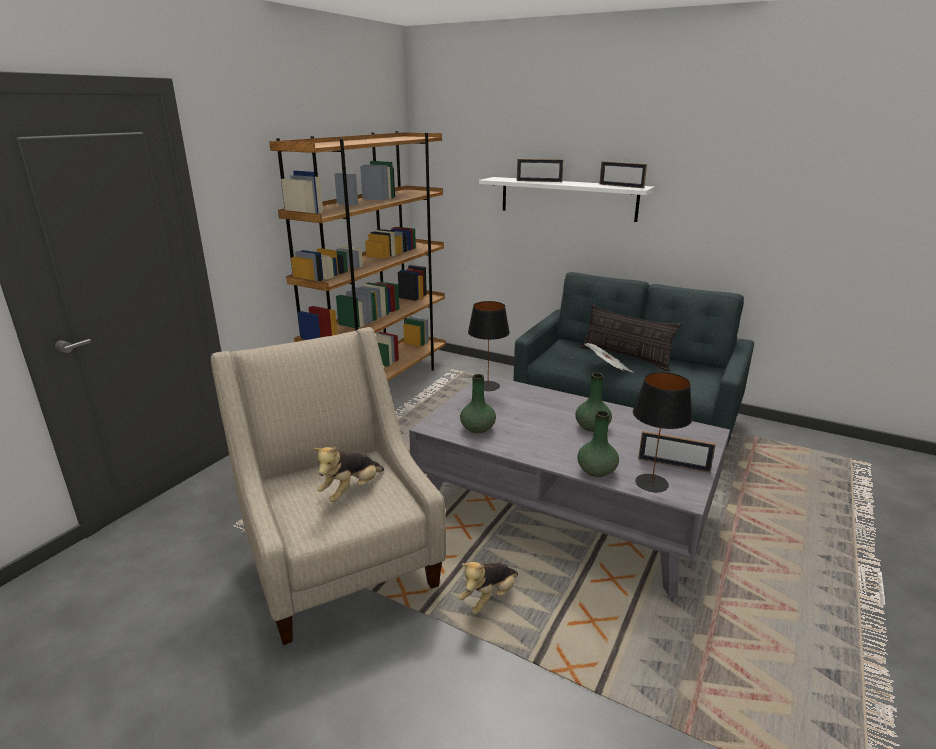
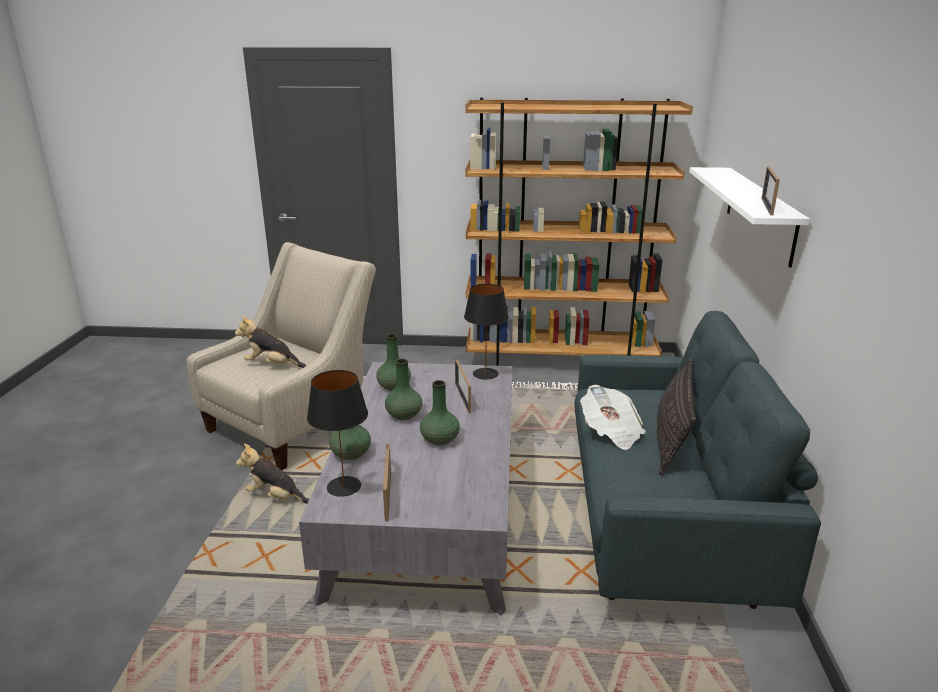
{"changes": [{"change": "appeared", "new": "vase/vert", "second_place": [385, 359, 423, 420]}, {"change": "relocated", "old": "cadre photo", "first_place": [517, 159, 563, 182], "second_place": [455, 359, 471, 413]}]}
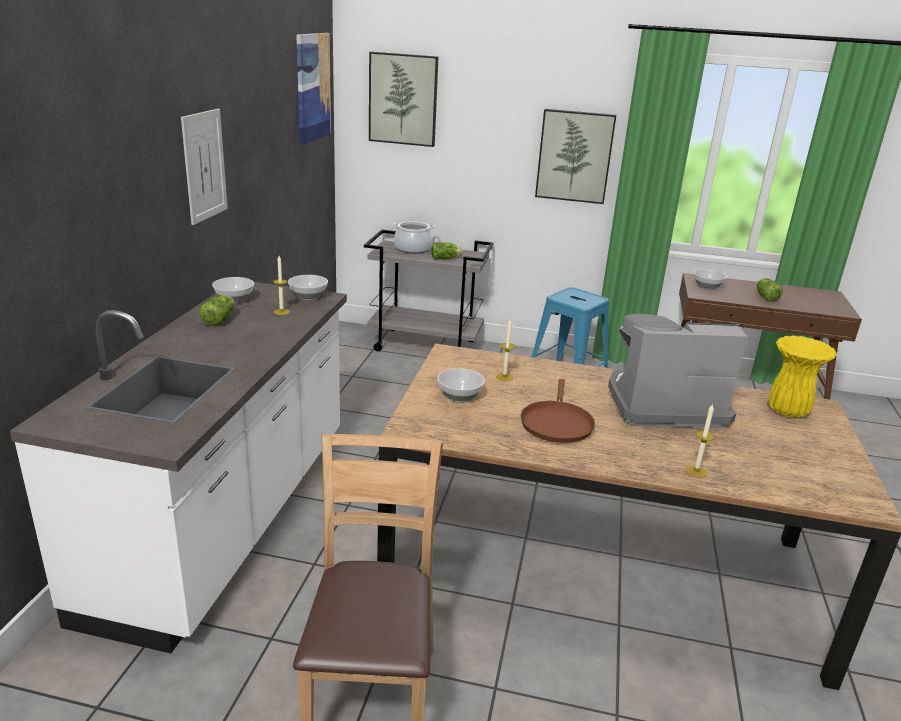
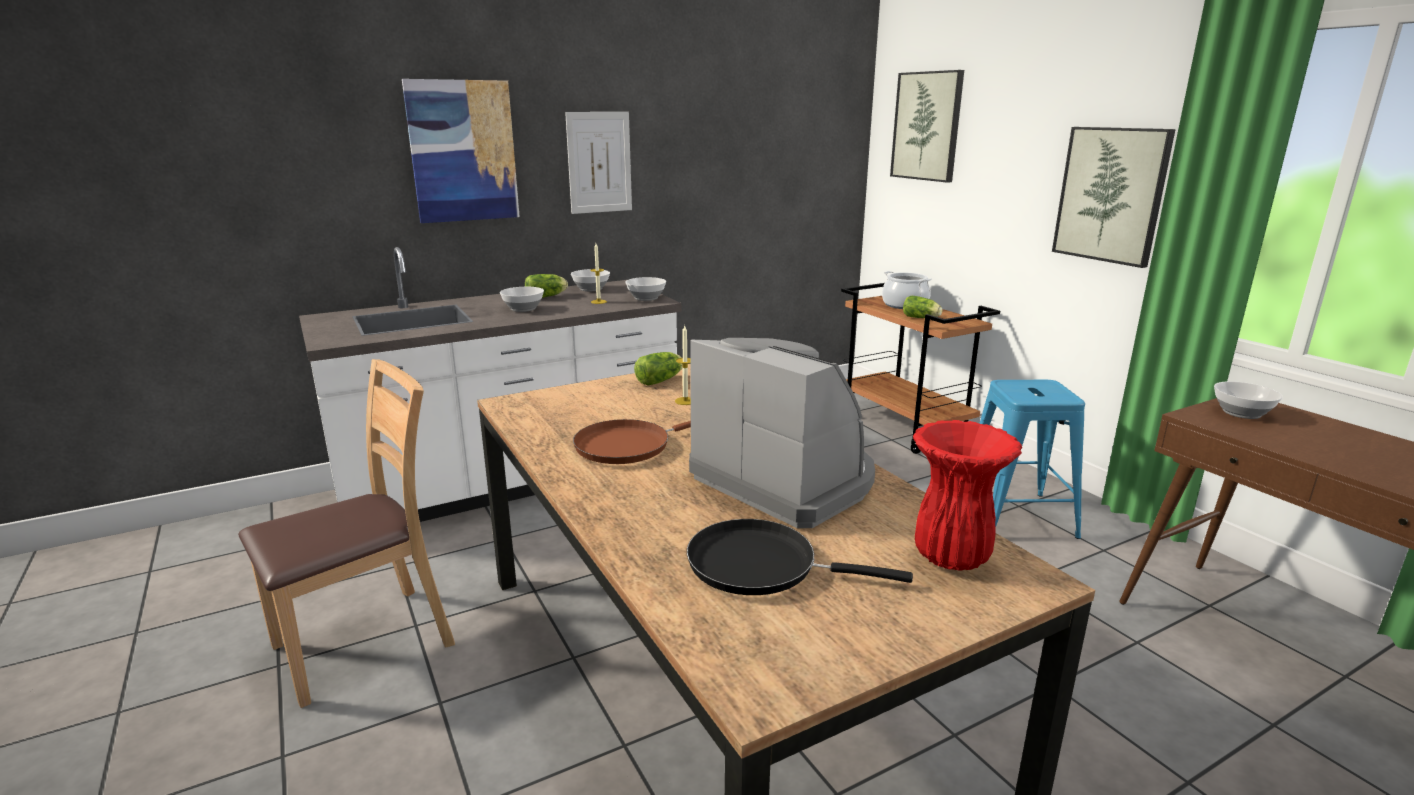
{"changes": [{"change": "missing", "old": "bougie", "first_place": [686, 403, 714, 478]}, {"change": "appeared", "new": "poêle/noir", "second_place": [687, 519, 913, 595]}, {"change": "relocated", "old": "tableau", "first_place": [296, 33, 331, 145], "second_place": [402, 79, 520, 223]}, {"change": "relocated", "old": "bol", "first_place": [437, 368, 485, 403], "second_place": [500, 287, 544, 312]}, {"change": "relocated", "old": "laitue", "first_place": [757, 278, 783, 302], "second_place": [634, 352, 682, 386]}, {"change": "colour", "old": "chariot/gris", "new": "chariot/marron", "first_place": [364, 230, 494, 351], "second_place": [841, 283, 1000, 454]}, {"change": "colour", "old": "vase/jaune", "new": "vase/rouge", "first_place": [768, 336, 837, 417], "second_place": [913, 420, 1022, 570]}]}
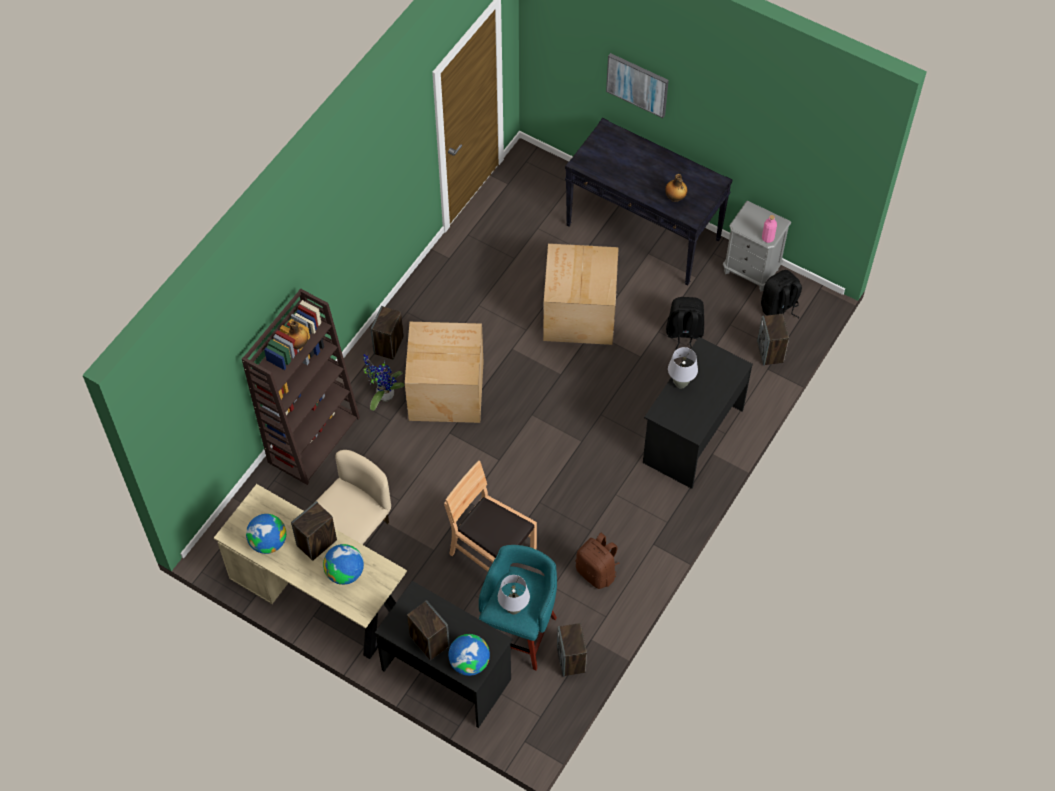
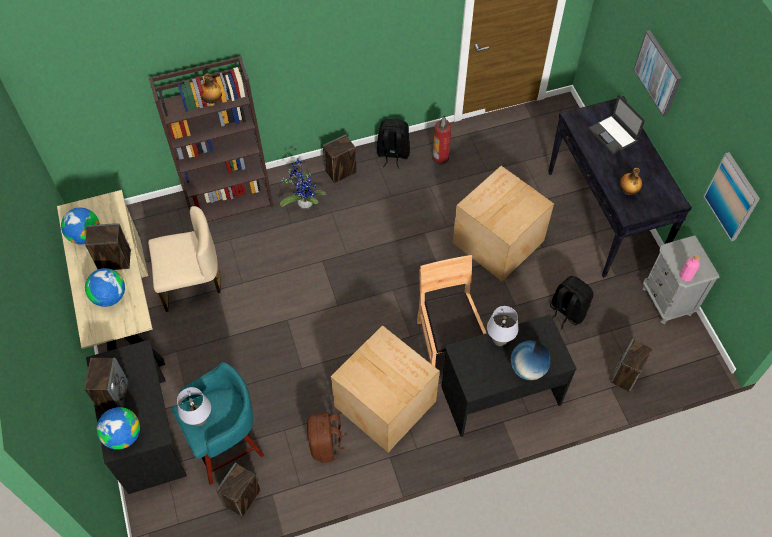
{"changes": [{"change": "appeared", "new": "extincteur", "second_place": [432, 116, 452, 165]}, {"change": "appeared", "new": "globe", "second_place": [510, 340, 551, 380]}, {"change": "appeared", "new": "ordinateur portable", "second_place": [588, 94, 645, 154]}, {"change": "appeared", "new": "tableau", "second_place": [703, 152, 760, 241]}, {"change": "relocated", "old": "carton", "first_place": [405, 322, 483, 423], "second_place": [331, 325, 440, 452]}, {"change": "relocated", "old": "chaise/marron", "first_place": [444, 460, 537, 571], "second_place": [417, 255, 486, 367]}, {"change": "relocated", "old": "sac à dos/noir", "first_place": [761, 270, 802, 318], "second_place": [377, 119, 410, 169]}]}
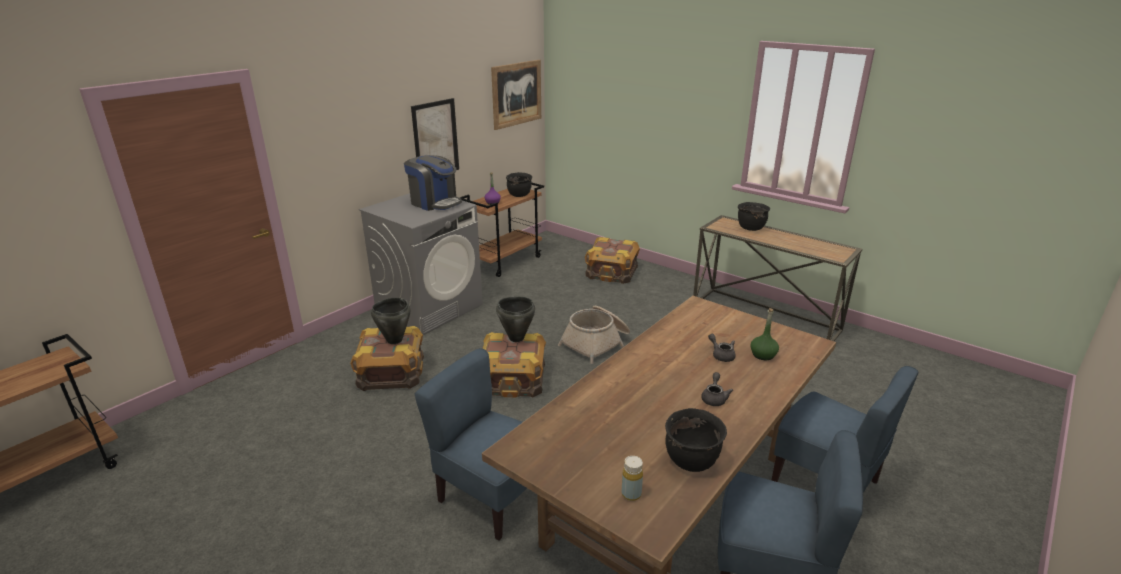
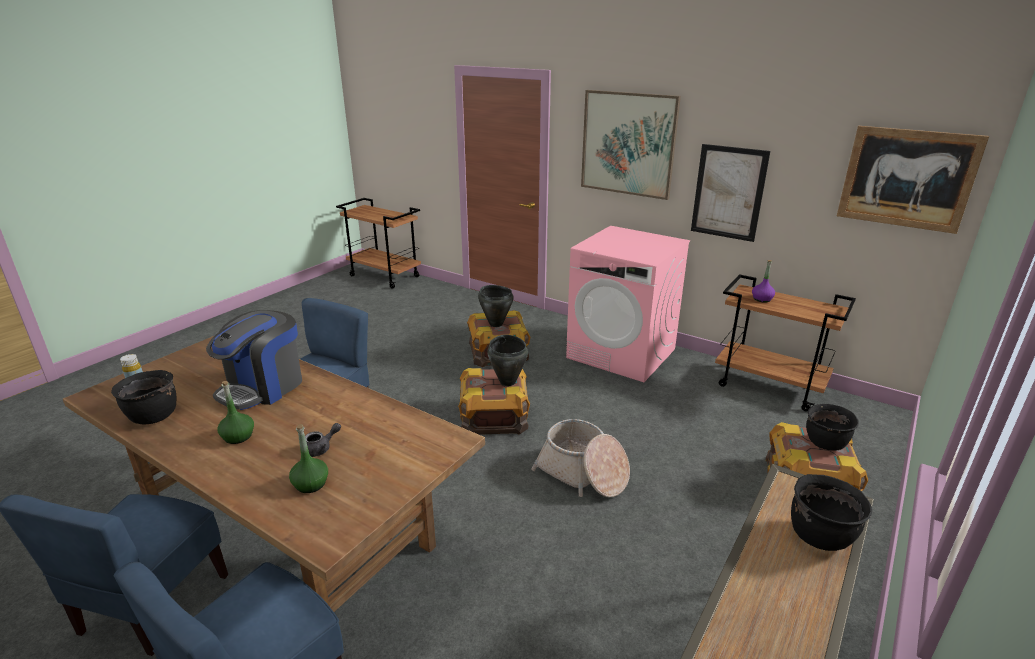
{"changes": [{"change": "appeared", "new": "tableau", "second_place": [581, 90, 681, 200]}, {"change": "relocated", "old": "machine à café", "first_place": [404, 155, 462, 211], "second_place": [206, 310, 302, 410]}, {"change": "relocated", "old": "marmite/noir", "first_place": [506, 172, 532, 197], "second_place": [806, 404, 859, 451]}, {"change": "exchanged", "old": "théière/gris", "new": "bouteille/vert", "first_place": [701, 372, 733, 406], "second_place": [217, 381, 254, 444]}, {"change": "colour", "old": "lave-linge/gris", "new": "lave-linge/rose", "first_place": [359, 193, 483, 335], "second_place": [566, 226, 690, 382]}]}
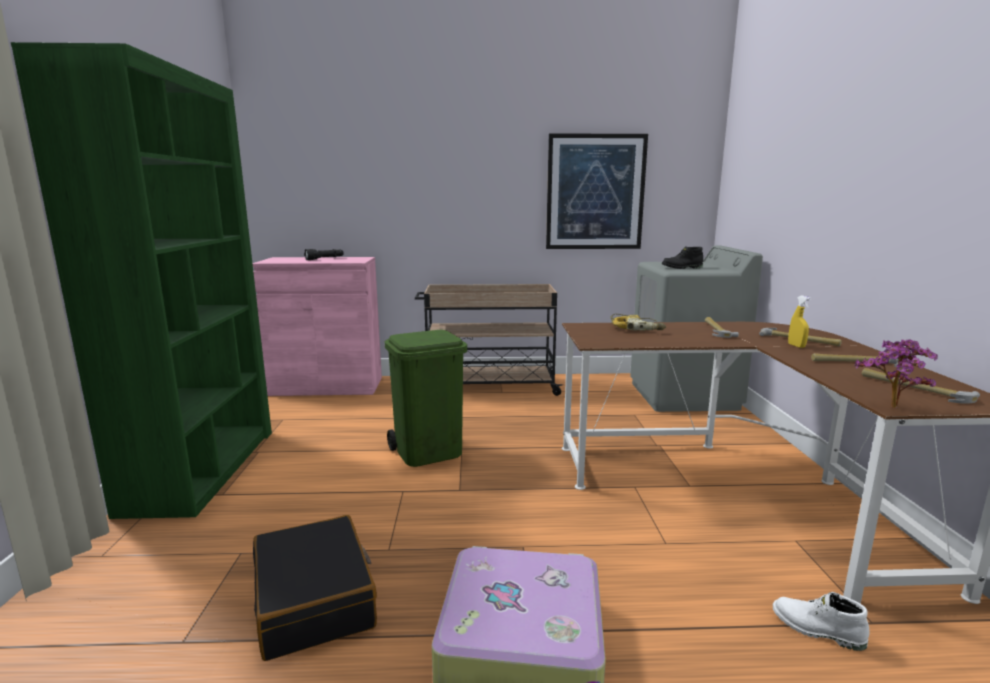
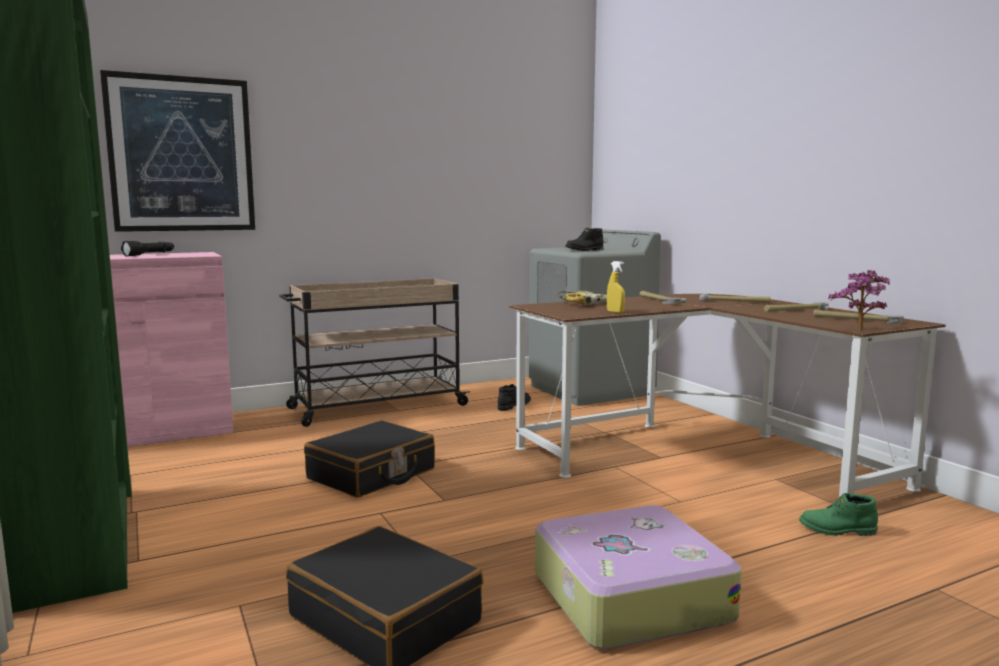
{"changes": [{"change": "appeared", "new": "botte/noir", "second_place": [497, 384, 531, 411]}, {"change": "relocated", "old": "tableau", "first_place": [546, 133, 648, 249], "second_place": [100, 70, 255, 232]}, {"change": "relocated", "old": "vaporisateur/jaune", "first_place": [788, 295, 811, 348], "second_place": [607, 261, 625, 313]}, {"change": "exchanged", "old": "poubelle/vert", "new": "valise/noir", "first_place": [384, 330, 467, 467], "second_place": [304, 421, 435, 498]}, {"change": "colour", "old": "botte/blanc", "new": "botte/vert", "first_place": [773, 592, 870, 651], "second_place": [799, 493, 878, 536]}]}
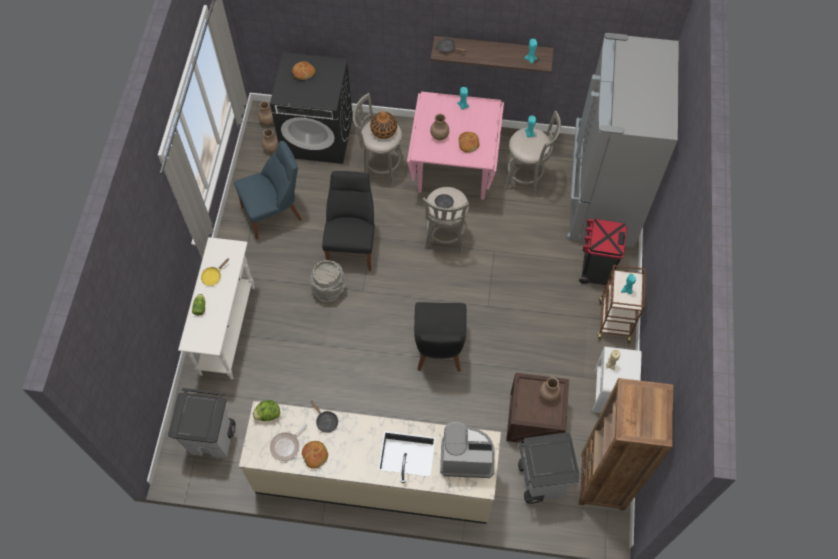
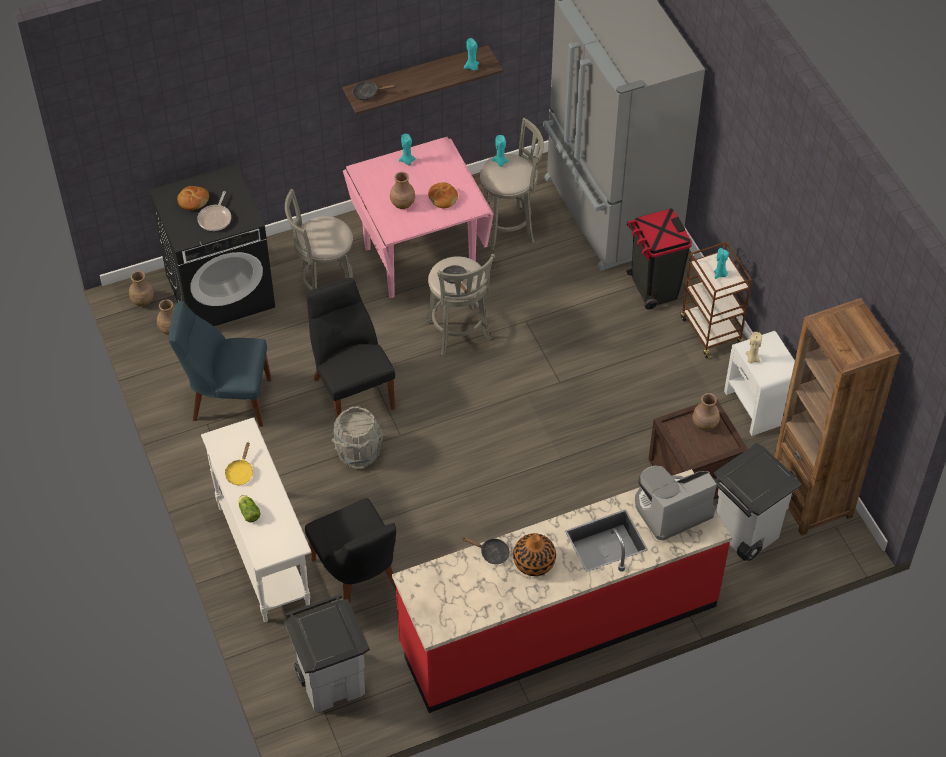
{"changes": [{"change": "missing", "old": "laitue", "first_place": [253, 400, 280, 421]}, {"change": "missing", "old": "pain", "first_place": [302, 441, 328, 469]}, {"change": "relocated", "old": "poêle", "first_place": [270, 424, 307, 461], "second_place": [197, 191, 231, 231]}, {"change": "relocated", "old": "vase", "first_place": [370, 111, 397, 139], "second_place": [513, 533, 556, 576]}, {"change": "relocated", "old": "chaise/noir", "first_place": [414, 302, 467, 372], "second_place": [305, 498, 396, 603]}, {"change": "colour", "old": "comptoir de cuisine/beige", "new": "comptoir de cuisine/rouge", "first_place": [239, 401, 501, 524], "second_place": [392, 469, 732, 713]}, {"change": "spun", "old": "chaise/bleu", "first_place": [234, 141, 302, 239], "second_place": [169, 301, 271, 427], "degrees": -120}]}
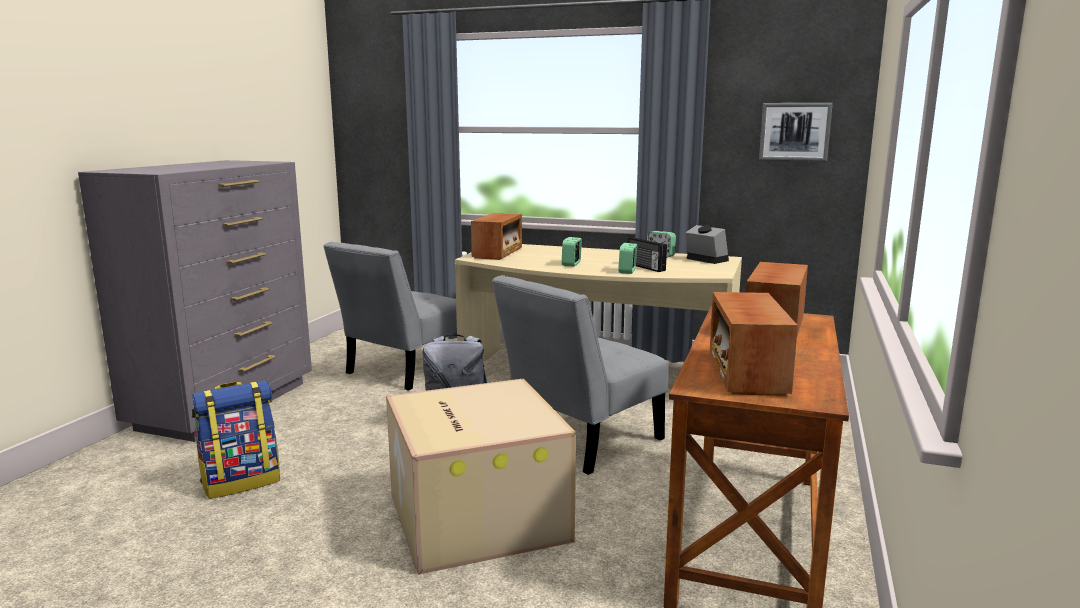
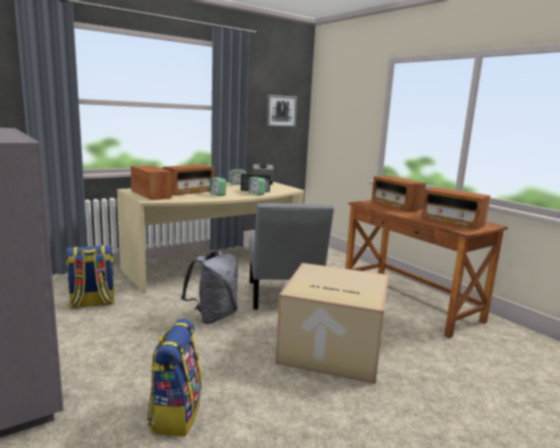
{"changes": [{"change": "appeared", "new": "radio", "second_place": [163, 164, 214, 195]}, {"change": "exchanged", "old": "chaise/gris", "new": "sac à dos", "first_place": [323, 242, 457, 391], "second_place": [66, 245, 115, 308]}]}
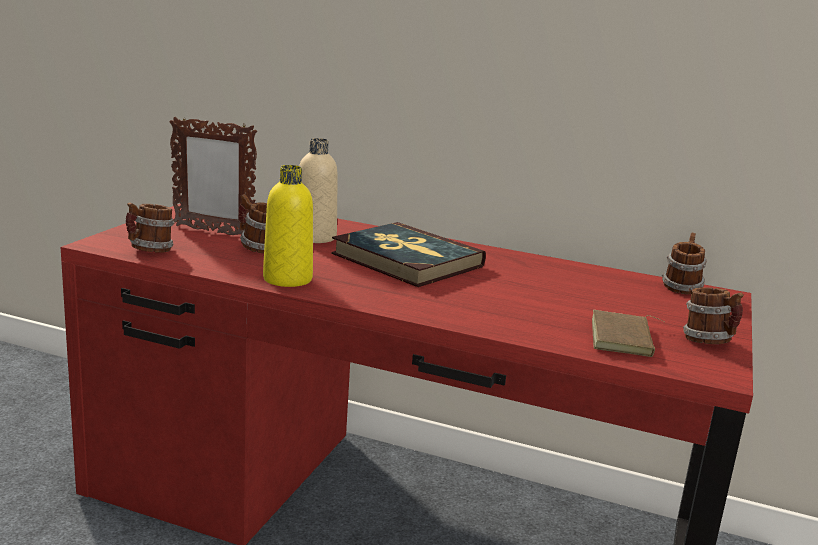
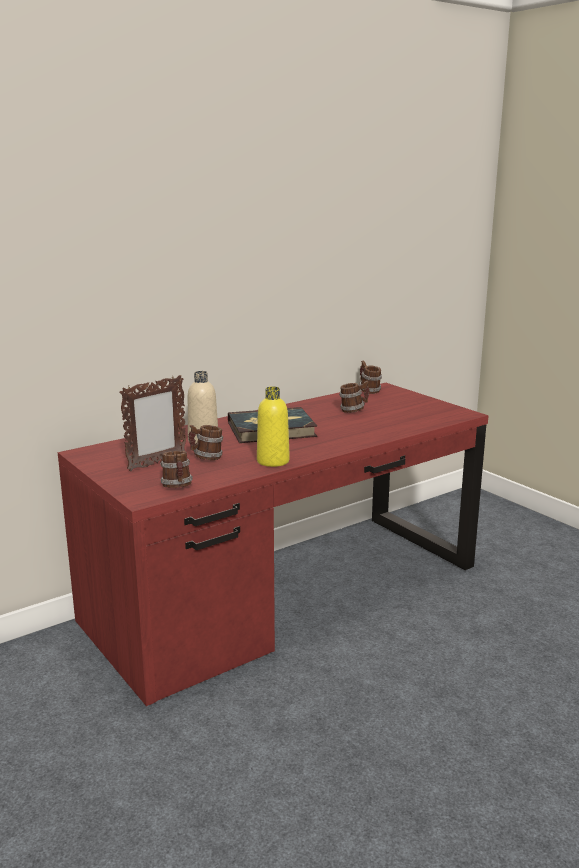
{"changes": [{"change": "missing", "old": "livre/marron", "first_place": [592, 310, 664, 357]}, {"change": "relocated", "old": "mug", "first_place": [683, 287, 744, 344], "second_place": [339, 381, 369, 413]}]}
